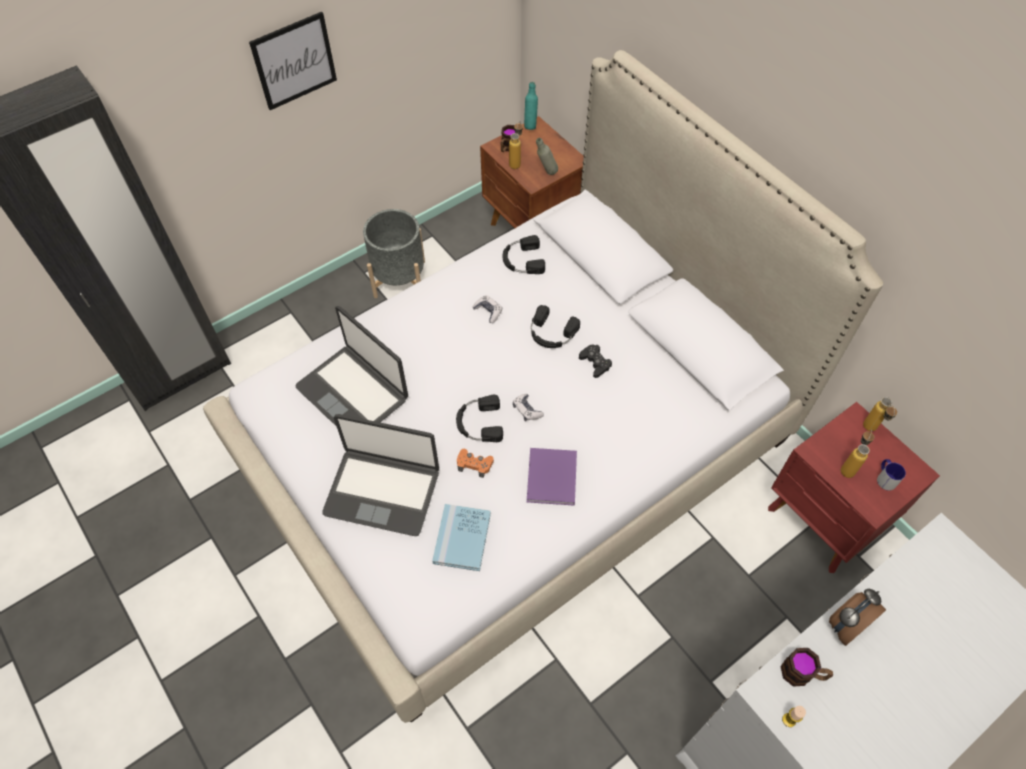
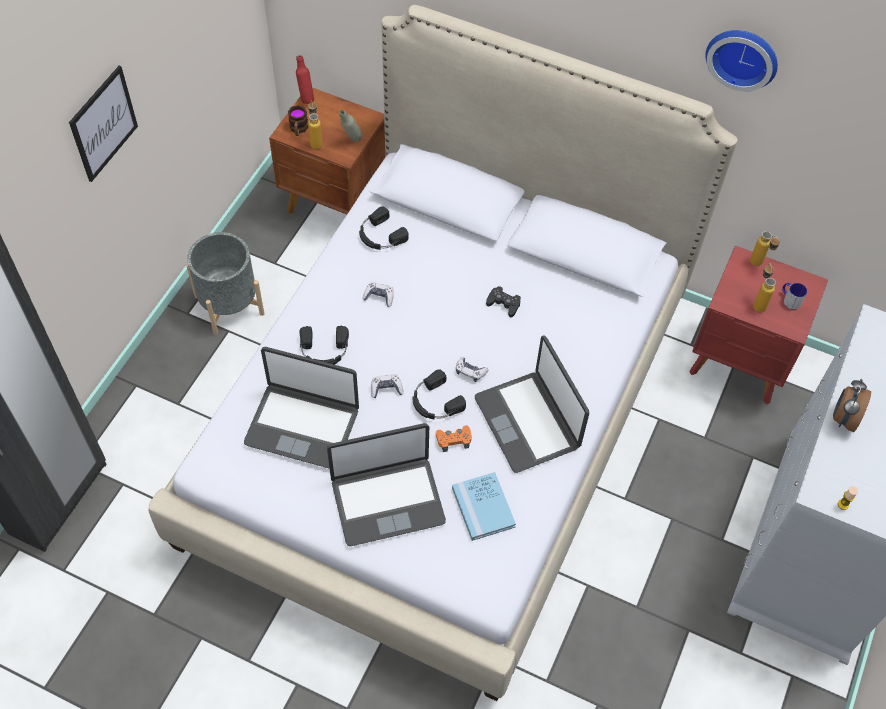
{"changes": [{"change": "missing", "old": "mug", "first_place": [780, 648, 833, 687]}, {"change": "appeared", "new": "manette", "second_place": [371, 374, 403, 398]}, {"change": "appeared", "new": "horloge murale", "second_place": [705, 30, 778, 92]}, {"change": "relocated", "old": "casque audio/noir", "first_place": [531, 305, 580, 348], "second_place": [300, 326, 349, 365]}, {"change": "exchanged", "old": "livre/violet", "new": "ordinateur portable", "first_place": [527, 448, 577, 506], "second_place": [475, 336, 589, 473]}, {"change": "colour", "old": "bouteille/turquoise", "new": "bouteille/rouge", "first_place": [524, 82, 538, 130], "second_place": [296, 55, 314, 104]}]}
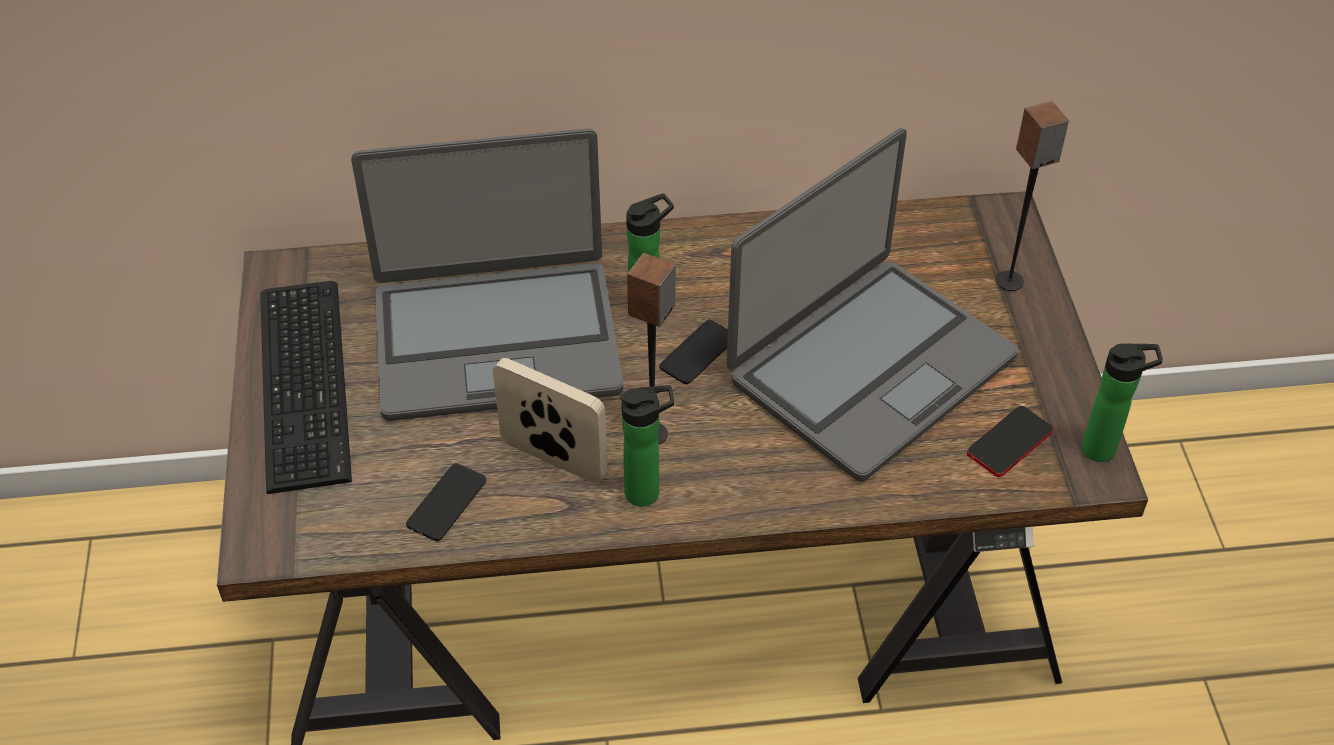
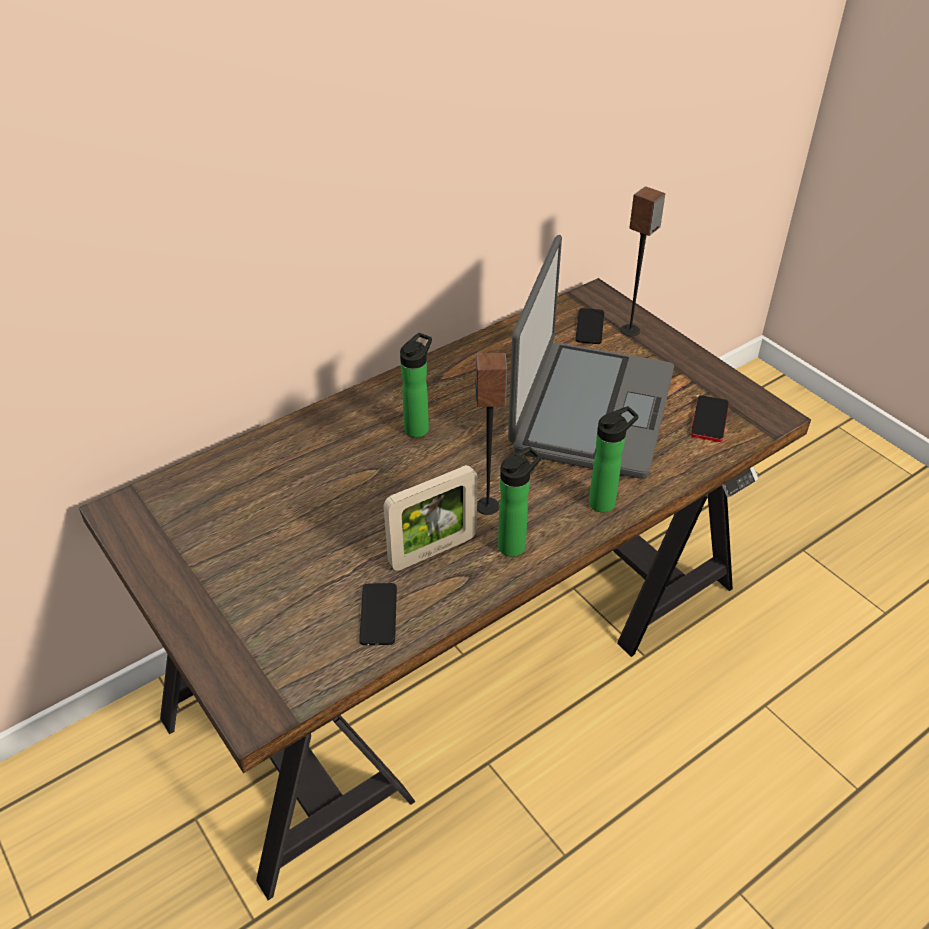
{"changes": [{"change": "missing", "old": "clavier", "first_place": [260, 281, 352, 494]}, {"change": "missing", "old": "ordinateur portable", "first_place": [351, 129, 623, 421]}, {"change": "relocated", "old": "téléphone", "first_place": [659, 319, 728, 384], "second_place": [575, 308, 604, 344]}, {"change": "relocated", "old": "bouteille", "first_place": [1082, 343, 1163, 462], "second_place": [589, 406, 639, 513]}, {"change": "spun", "old": "cadre photo", "first_place": [493, 358, 608, 484], "second_place": [383, 465, 477, 571], "degrees": 150}]}
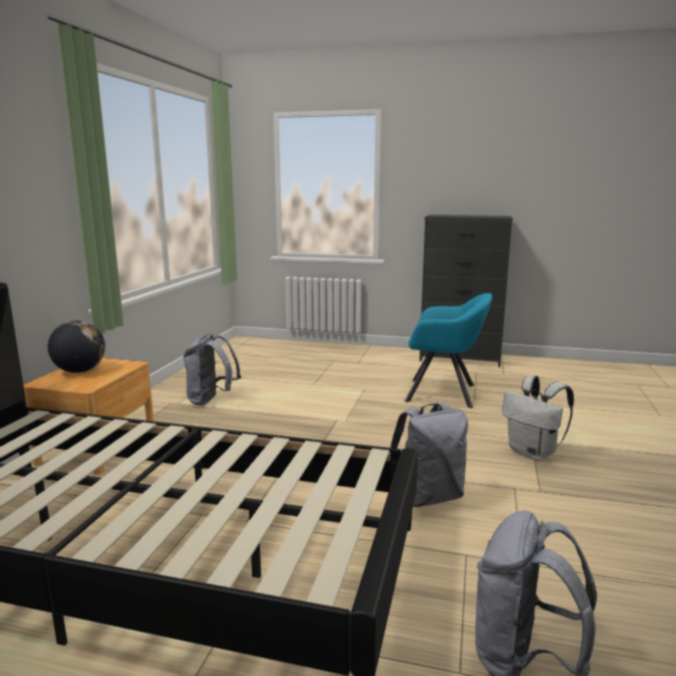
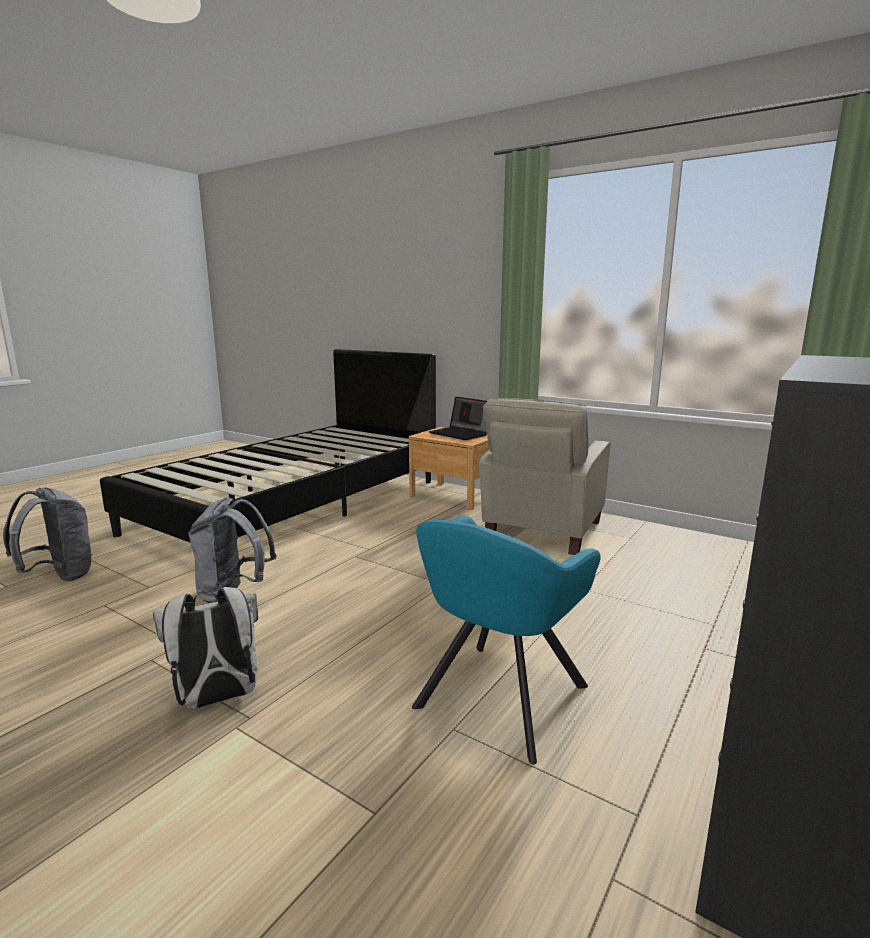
{"changes": [{"change": "exchanged", "old": "globe", "new": "ordinateur portable", "first_place": [48, 321, 105, 373], "second_place": [429, 397, 487, 440]}, {"change": "exchanged", "old": "sac à dos/gris", "new": "fauteuil/beige", "first_place": [183, 334, 241, 406], "second_place": [479, 398, 610, 555]}]}
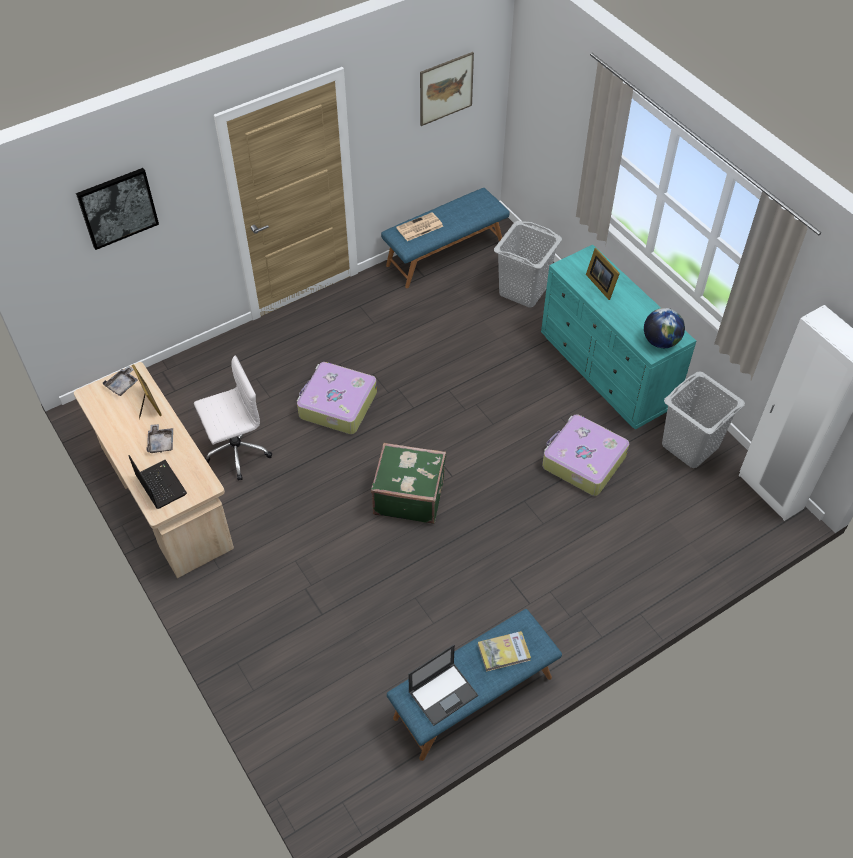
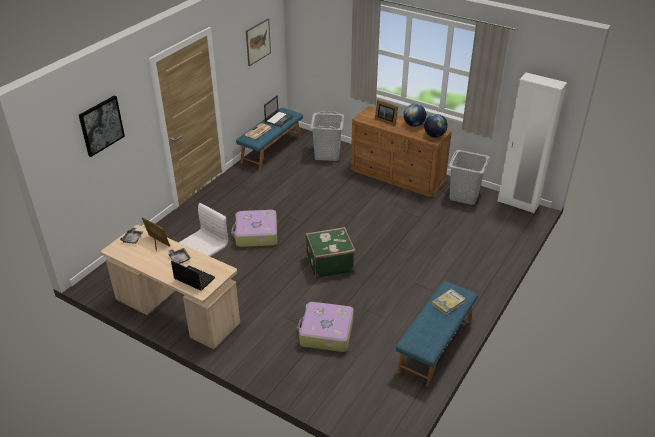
{"changes": [{"change": "appeared", "new": "globe", "second_place": [403, 104, 426, 127]}, {"change": "relocated", "old": "ordinateur portable", "first_place": [408, 644, 478, 726], "second_place": [264, 95, 294, 127]}, {"change": "relocated", "old": "valise", "first_place": [542, 414, 629, 496], "second_place": [297, 302, 354, 352]}, {"change": "colour", "old": "commode/turquoise", "new": "commode/marron", "first_place": [541, 245, 696, 430], "second_place": [351, 107, 452, 197]}]}
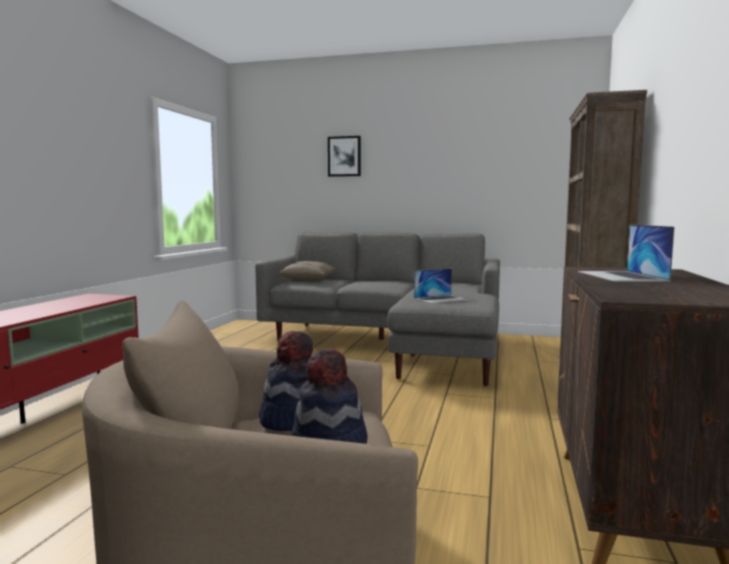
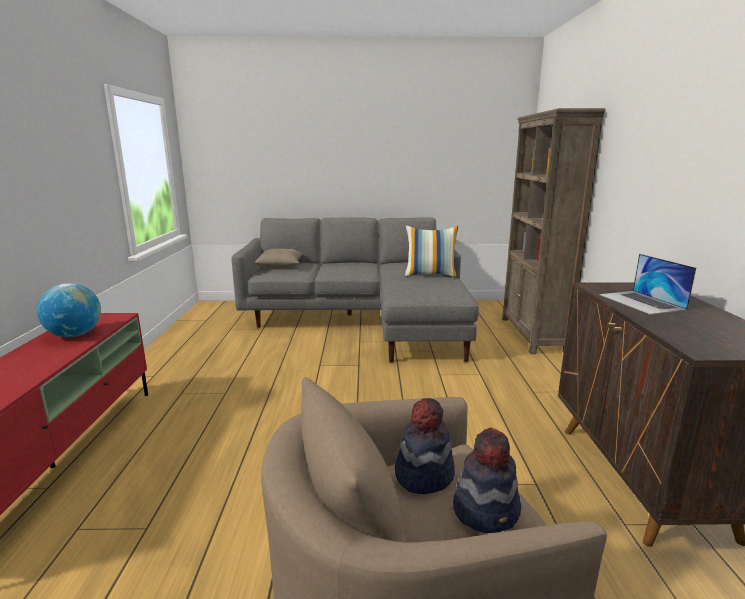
{"changes": [{"change": "missing", "old": "tableau", "first_place": [328, 136, 361, 177]}, {"change": "missing", "old": "ordinateur portable", "first_place": [414, 269, 468, 303]}, {"change": "appeared", "new": "globe", "second_place": [37, 283, 101, 337]}, {"change": "appeared", "new": "coussin", "second_place": [405, 226, 458, 277]}]}
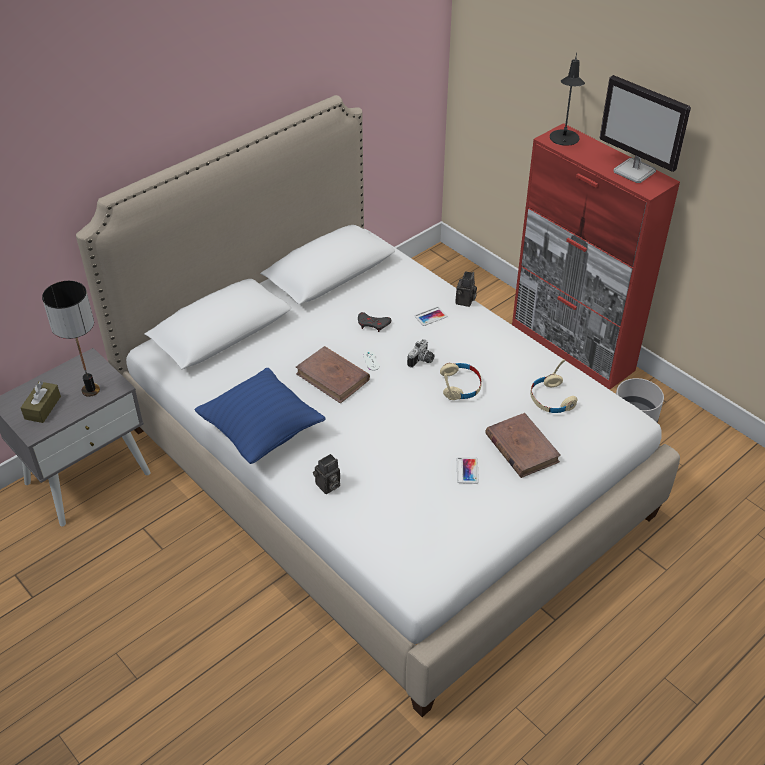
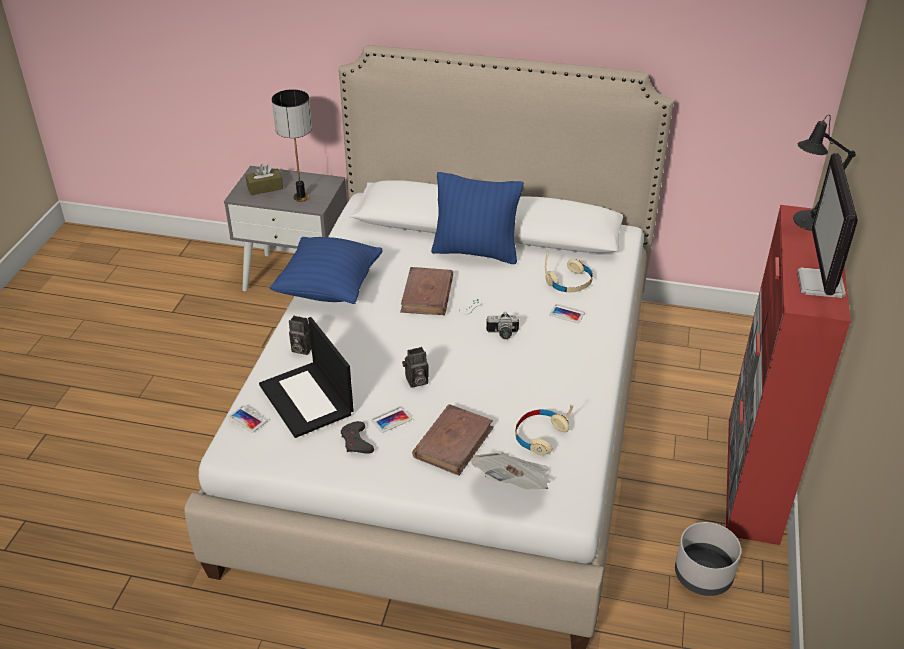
{"changes": [{"change": "appeared", "new": "téléphone", "second_place": [228, 405, 268, 433]}, {"change": "appeared", "new": "ordinateur portable", "second_place": [259, 317, 354, 438]}, {"change": "appeared", "new": "coussin/bleu", "second_place": [431, 172, 524, 264]}, {"change": "appeared", "new": "journal", "second_place": [472, 452, 551, 490]}, {"change": "relocated", "old": "manette/gris", "first_place": [358, 312, 391, 332], "second_place": [341, 421, 374, 454]}, {"change": "relocated", "old": "casque audio/beige", "first_place": [440, 363, 482, 400], "second_place": [545, 253, 593, 292]}, {"change": "relocated", "old": "appareil photo", "first_place": [455, 271, 477, 307], "second_place": [402, 347, 429, 388]}]}
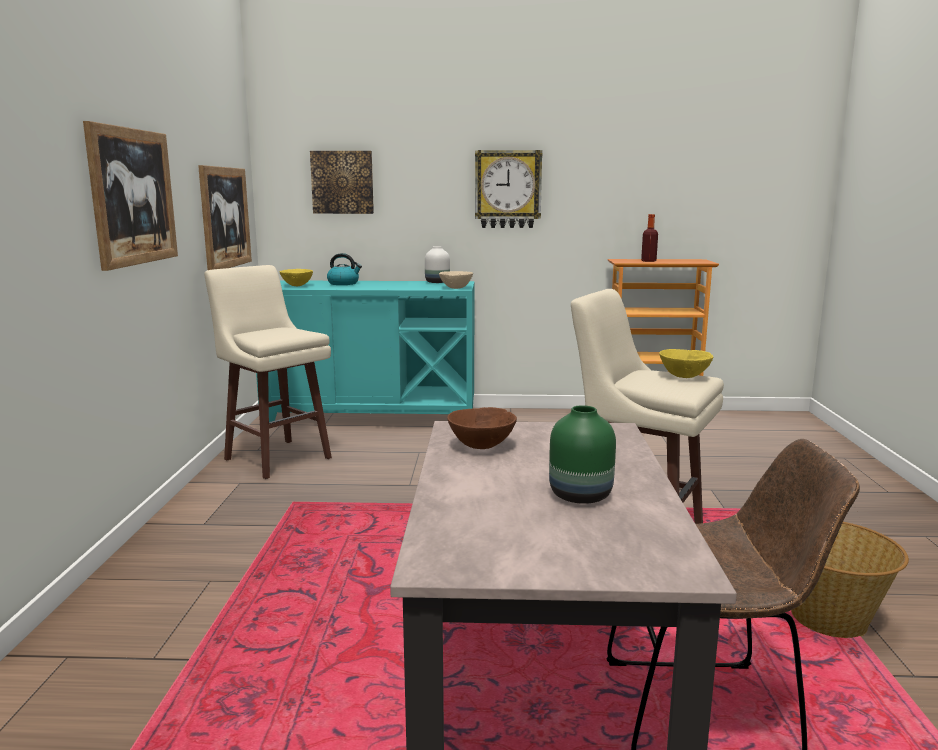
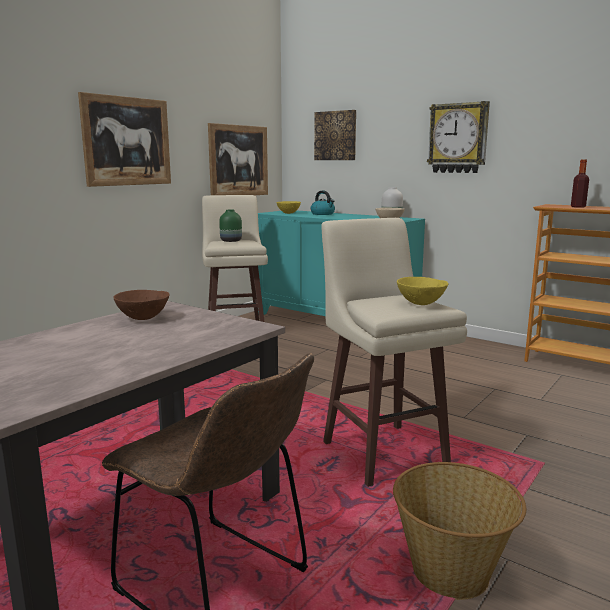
{"changes": [{"change": "relocated", "old": "vase/vert", "first_place": [549, 405, 616, 504], "second_place": [219, 210, 242, 242]}]}
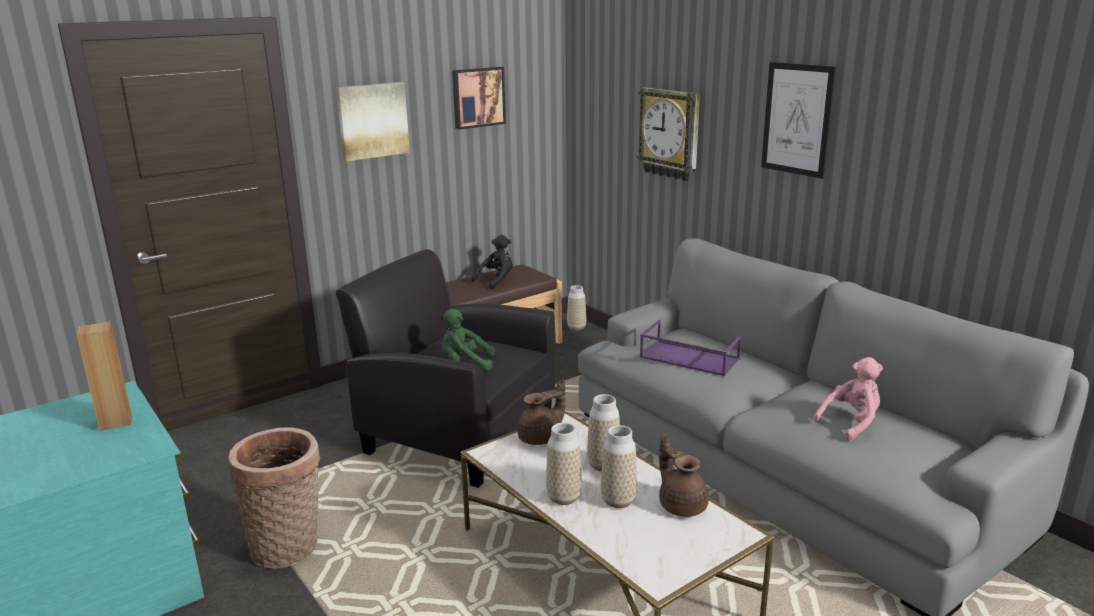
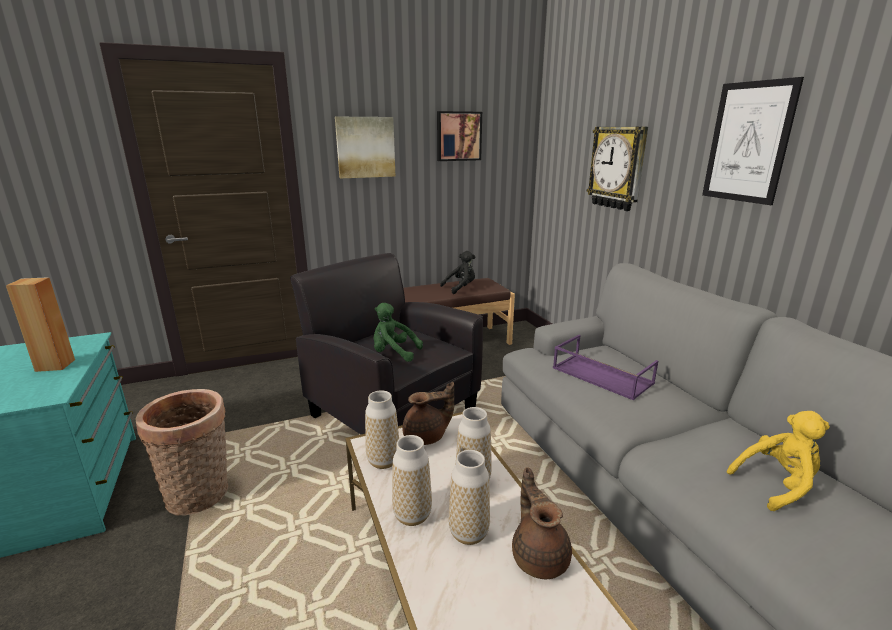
{"changes": [{"change": "relocated", "old": "vase", "first_place": [567, 285, 586, 330], "second_place": [365, 390, 399, 469]}, {"change": "colour", "old": "peluche/rose", "new": "peluche/jaune", "first_place": [813, 357, 883, 442], "second_place": [727, 411, 830, 511]}]}
